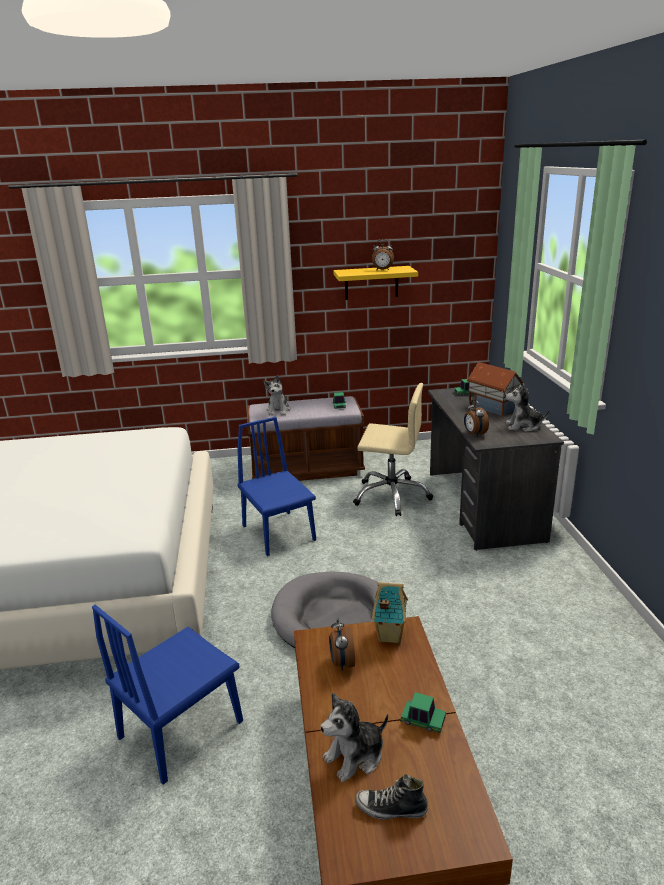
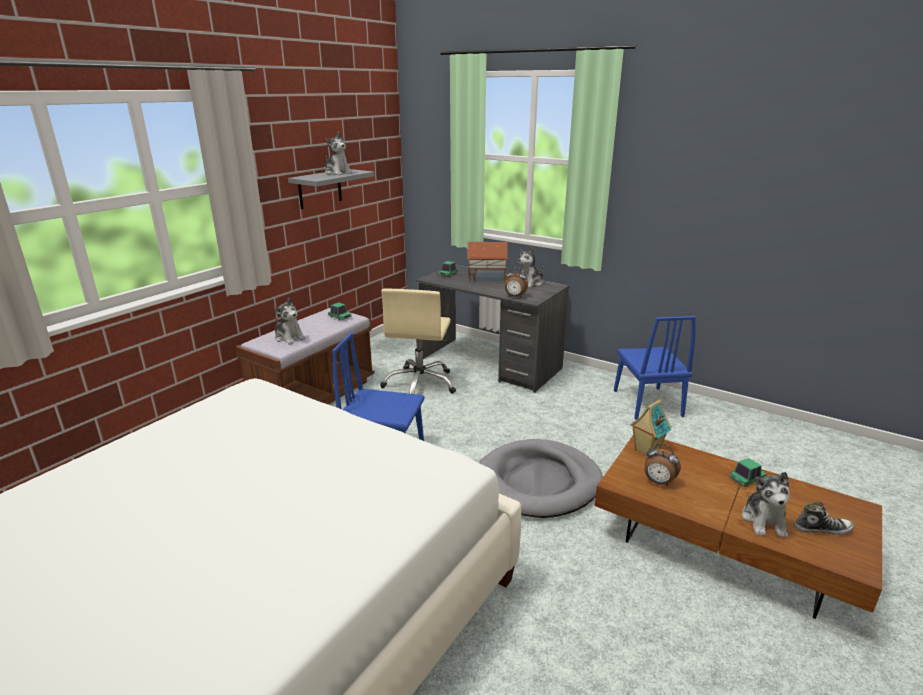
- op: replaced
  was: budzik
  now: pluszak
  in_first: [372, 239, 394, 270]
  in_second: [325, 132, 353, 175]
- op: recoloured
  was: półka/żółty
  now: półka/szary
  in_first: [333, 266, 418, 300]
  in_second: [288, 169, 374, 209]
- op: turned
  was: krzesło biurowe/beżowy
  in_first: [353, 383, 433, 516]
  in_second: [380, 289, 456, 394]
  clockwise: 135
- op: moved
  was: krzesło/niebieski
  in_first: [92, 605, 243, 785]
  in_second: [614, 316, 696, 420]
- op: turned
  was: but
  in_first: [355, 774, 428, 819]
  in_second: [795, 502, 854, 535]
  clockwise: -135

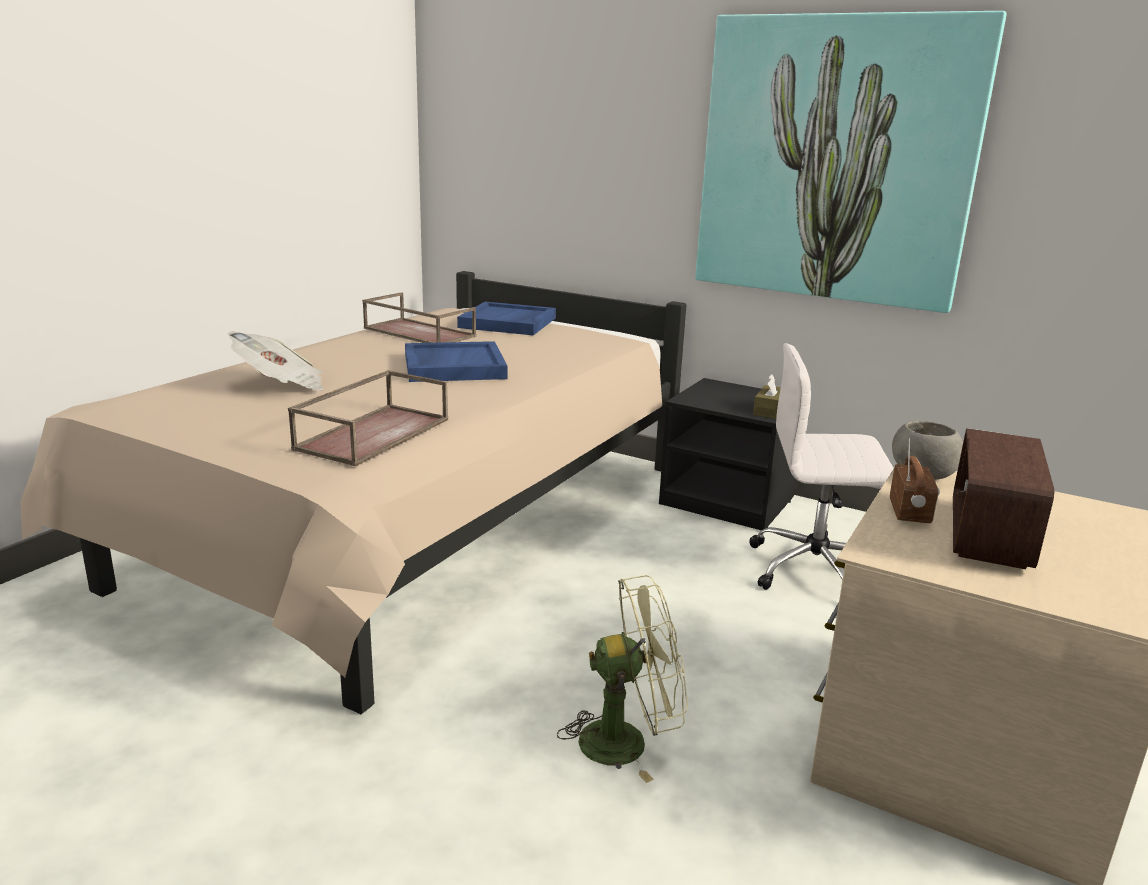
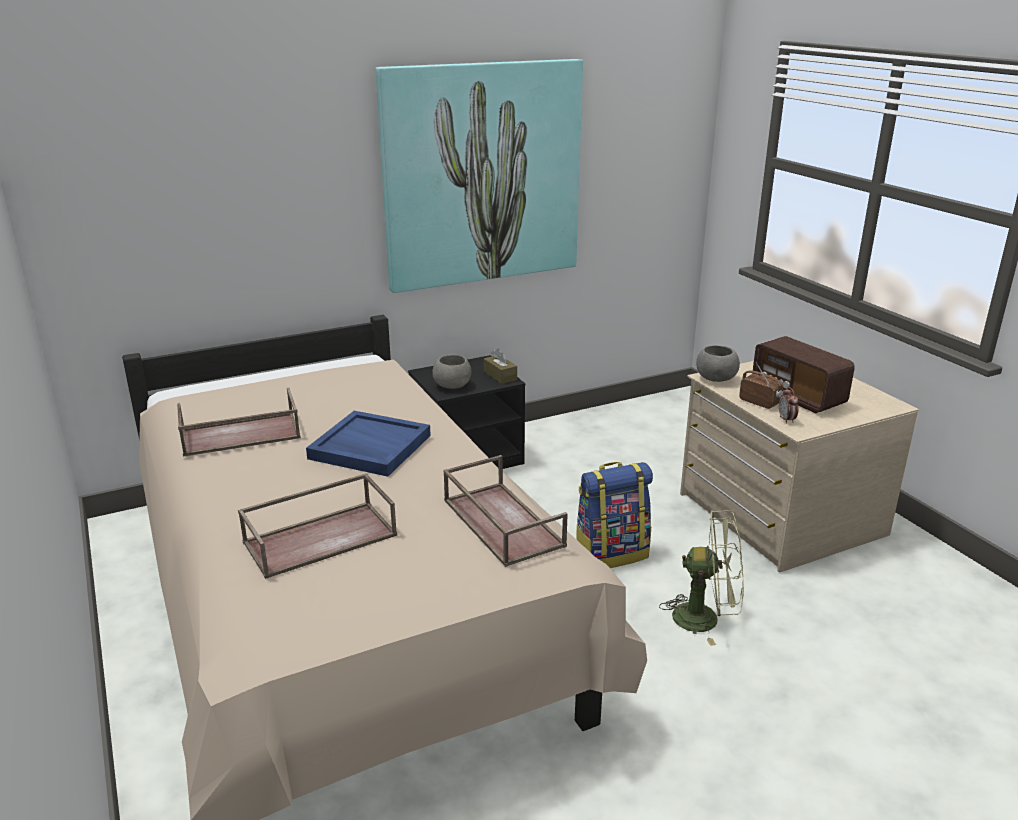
- op: removed
  was: taca/niebieski
  in_first: [457, 302, 556, 335]
- op: replaced
  was: gazeta
  now: taca/brązowy
  in_first: [228, 332, 323, 391]
  in_second: [238, 473, 397, 579]
- op: removed
  was: krzesło biurowe/biały
  in_first: [749, 343, 894, 590]
- op: turned
  was: wentylator/zielony
  in_first: [557, 575, 688, 783]
  in_second: [659, 510, 744, 646]
  clockwise: 75
- op: added
  now: miska/szary
  in_second: [432, 355, 471, 389]
- op: added
  now: budzik
  in_second: [779, 387, 799, 424]
- op: added
  now: plecak
  in_second: [576, 462, 653, 568]

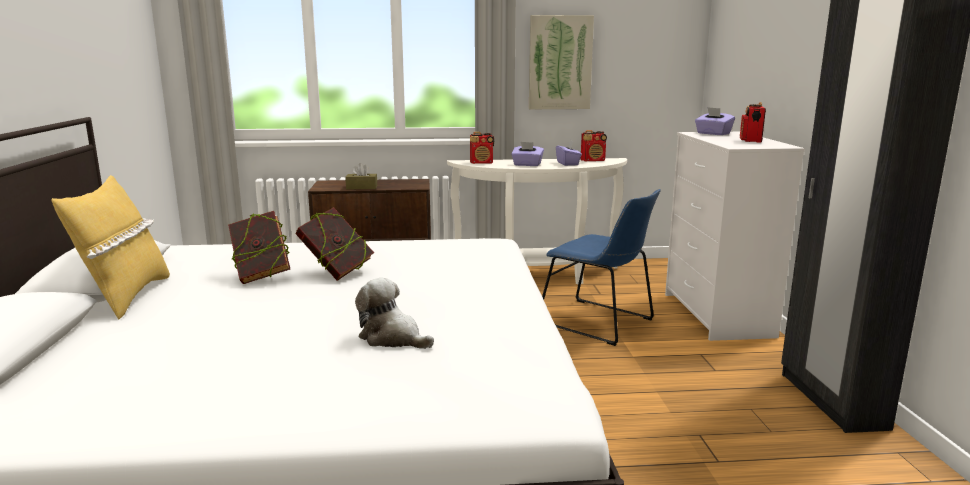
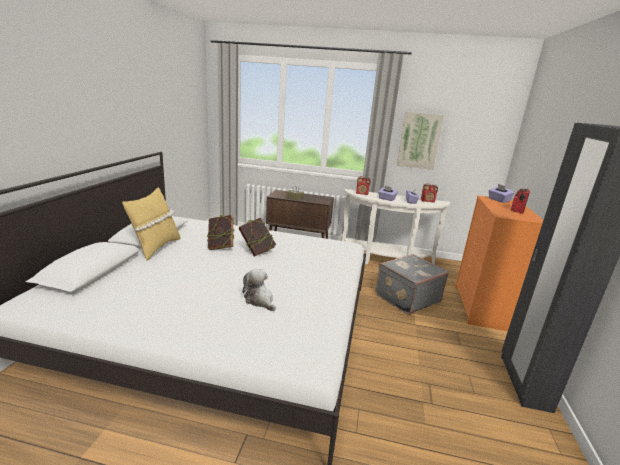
- op: recoloured
  was: komoda/biały
  now: komoda/pomarańczowy
  in_first: [665, 132, 805, 341]
  in_second: [455, 195, 543, 331]
- op: replaced
  was: krzesło/niebieski
  now: walizka/szary
  in_first: [542, 189, 661, 346]
  in_second: [376, 254, 449, 315]

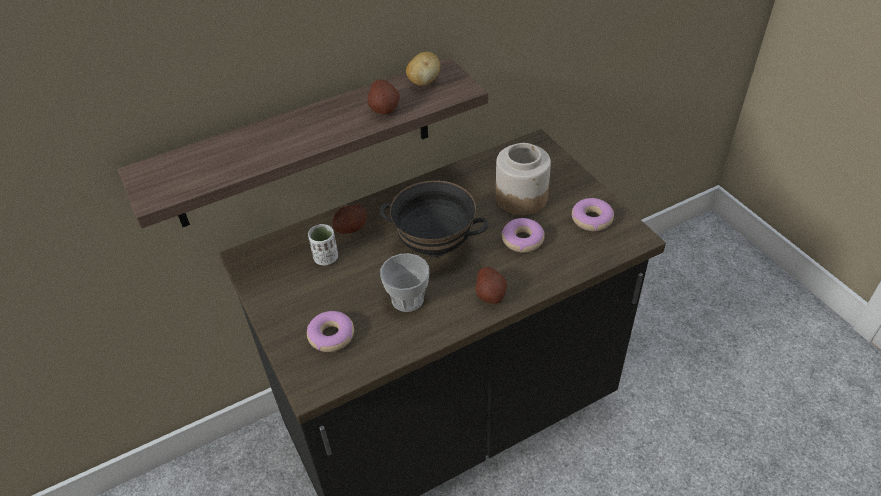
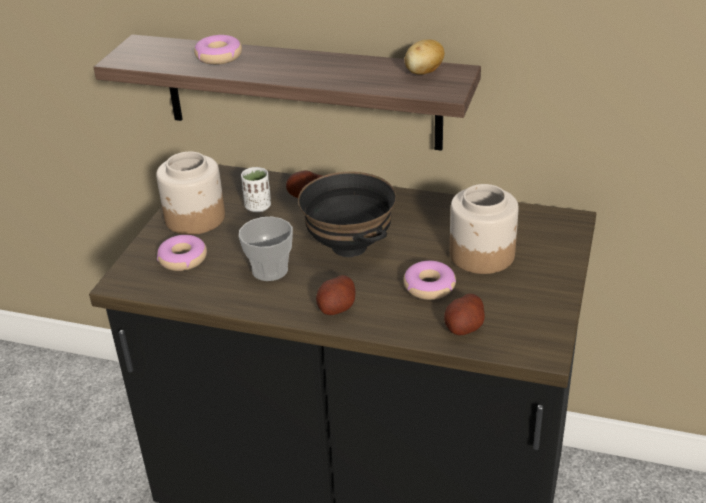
- op: moved
  was: ziemniak
  in_first: [367, 79, 400, 114]
  in_second: [444, 294, 485, 335]
- op: moved
  was: donut
  in_first: [572, 198, 614, 231]
  in_second: [194, 35, 242, 65]
- op: added
  now: słoik
  in_second: [156, 152, 225, 235]

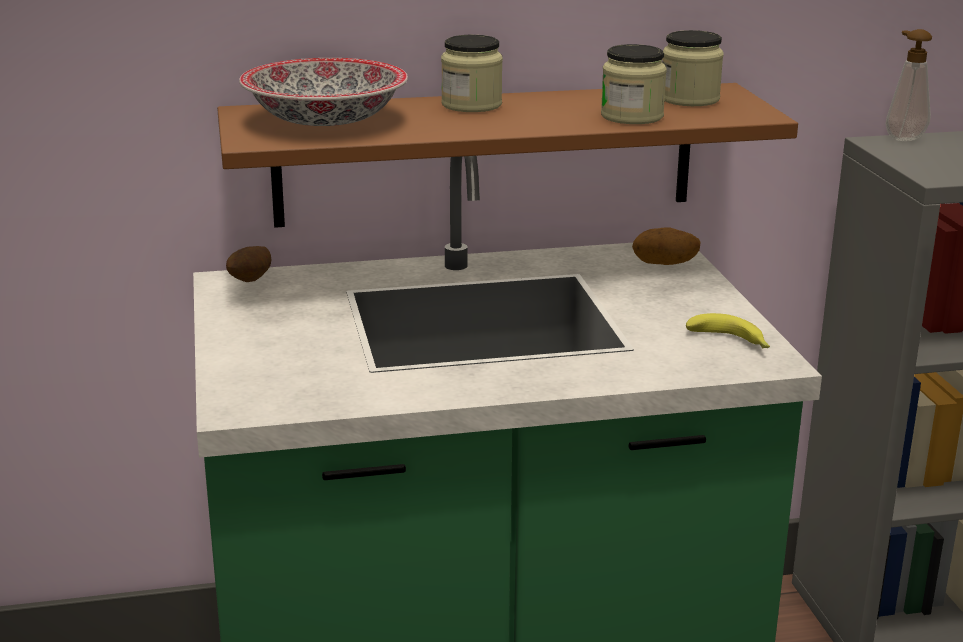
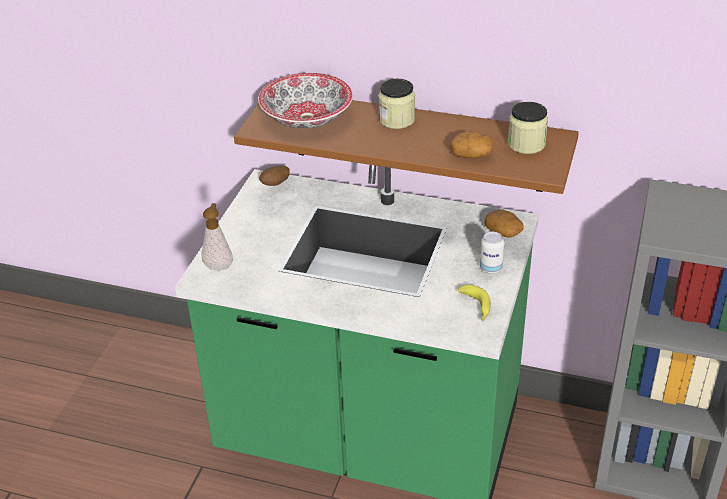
- op: moved
  was: dozownik mydła
  in_first: [886, 29, 932, 141]
  in_second: [201, 203, 233, 270]
- op: replaced
  was: słoik
  now: ziemniak
  in_first: [601, 44, 667, 124]
  in_second: [450, 131, 495, 158]
- op: added
  now: puszka
  in_second: [480, 232, 505, 274]

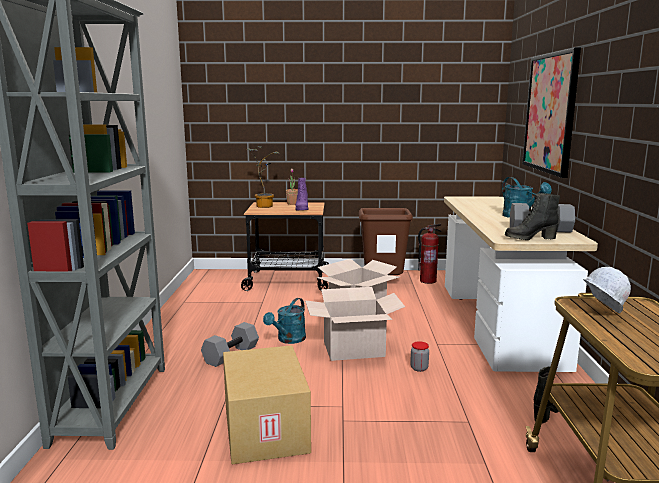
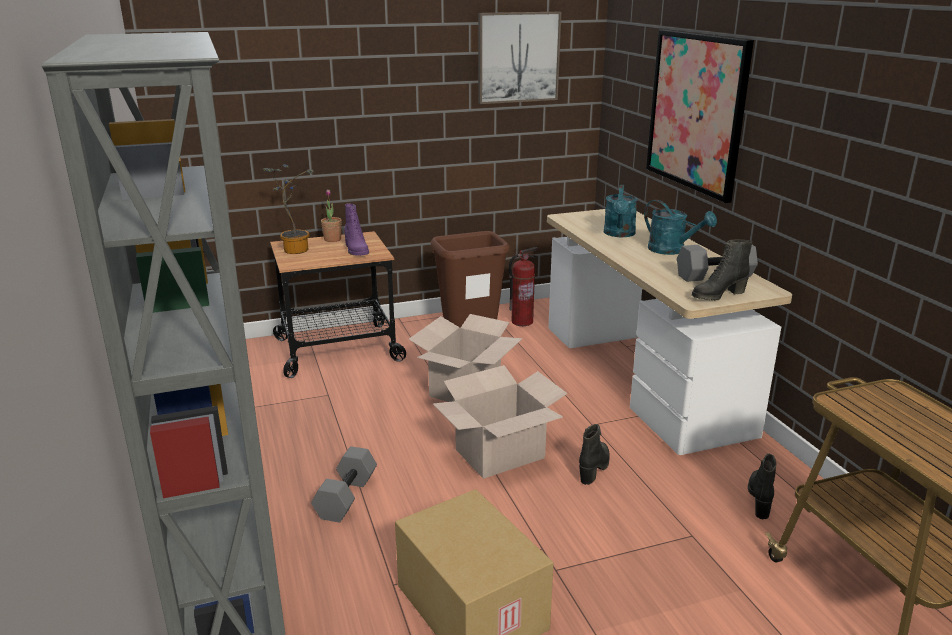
- op: removed
  was: kask/biały
  in_first: [583, 267, 631, 314]
- op: moved
  was: konewka/turkusowy
  in_first: [263, 298, 306, 344]
  in_second: [604, 185, 638, 237]
- op: replaced
  was: słoik
  now: but z cholewką/czarny
  in_first: [410, 341, 429, 372]
  in_second: [579, 424, 610, 485]
- op: added
  now: obraz
  in_second: [478, 12, 561, 104]

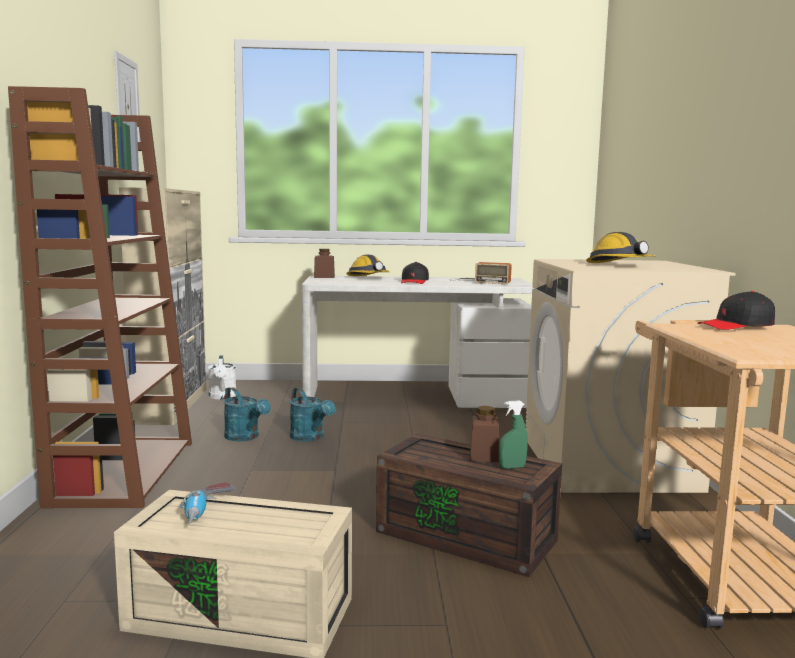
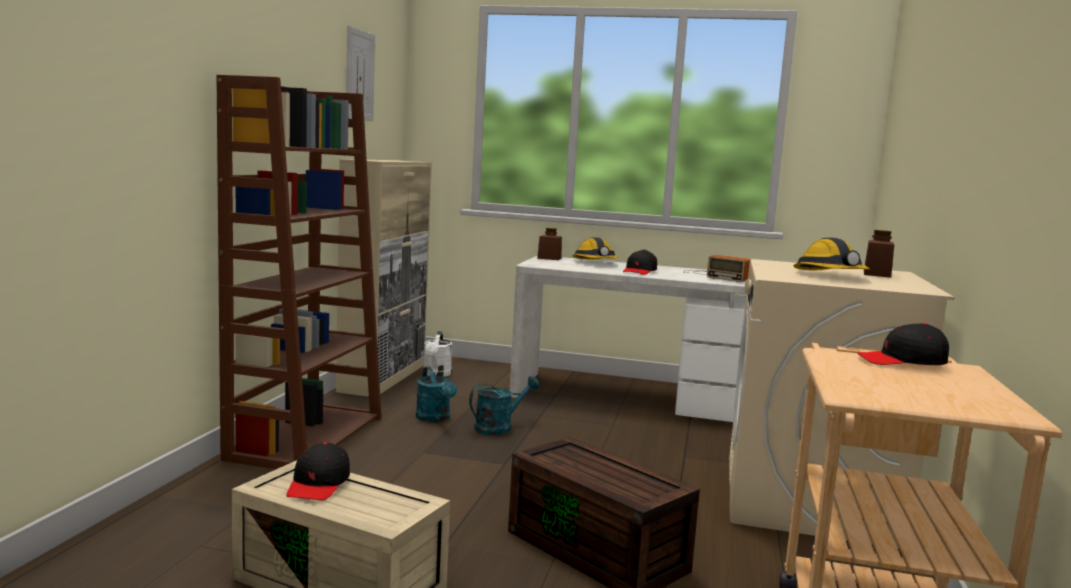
- op: turned
  was: konewka/turkusowy
  in_first: [290, 388, 336, 442]
  in_second: [469, 376, 540, 435]
  clockwise: -105
- op: removed
  was: spryskiwacz/zielony
  in_first: [499, 400, 528, 469]
- op: moved
  was: słoik/brązowy
  in_first: [470, 406, 499, 462]
  in_second: [864, 230, 894, 278]
- op: replaced
  was: wiertarka
  now: czapka z daszkiem/czarny
  in_first: [180, 482, 236, 523]
  in_second: [286, 442, 350, 501]

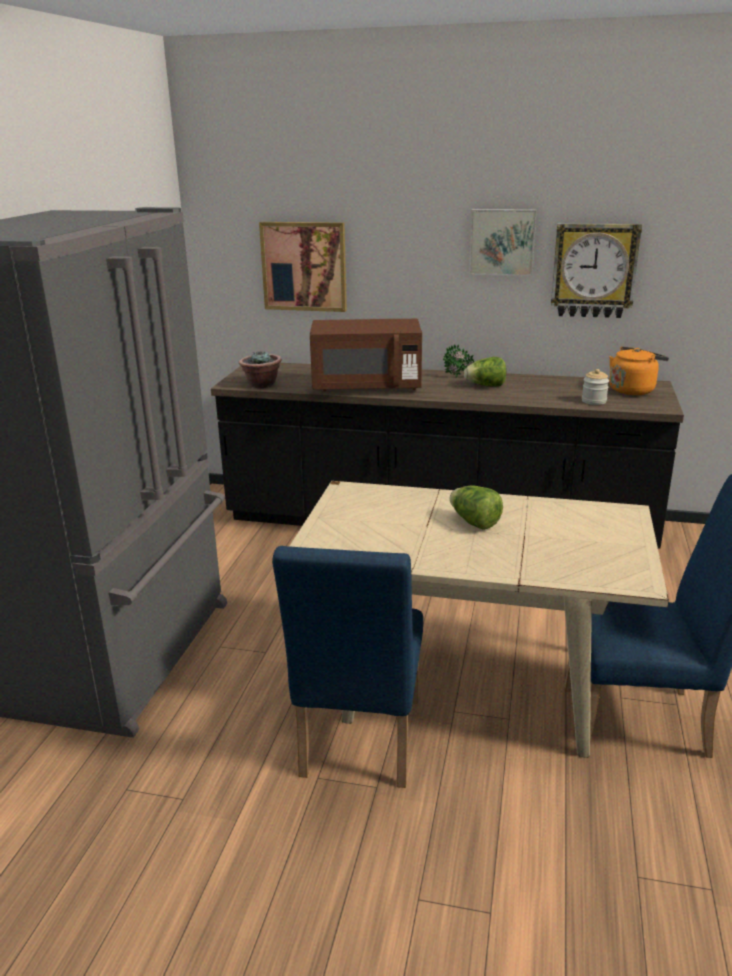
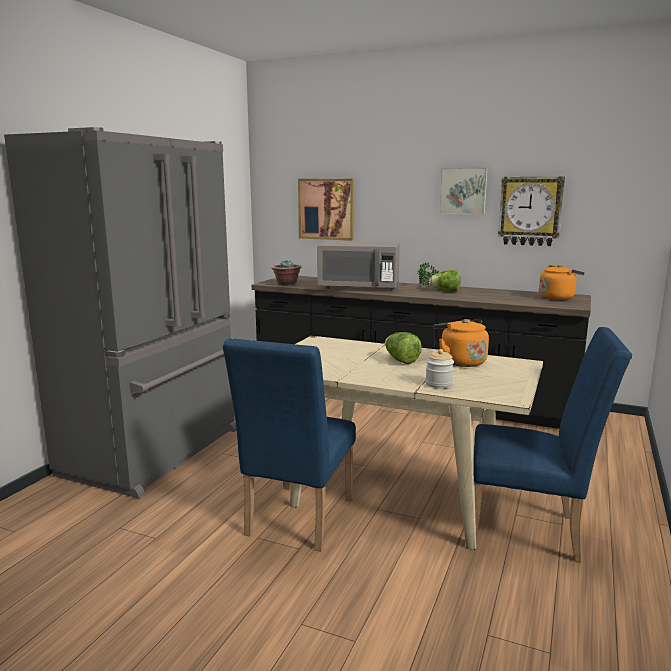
- op: recoloured
  was: mikrofalówka/brązowy
  now: mikrofalówka/szary
  in_first: [310, 319, 422, 391]
  in_second: [317, 241, 400, 291]
- op: moved
  was: słoik
  in_first: [582, 369, 609, 405]
  in_second: [426, 349, 454, 389]
- op: added
  now: czajnik/pomarańczowy
  in_second: [433, 319, 489, 367]

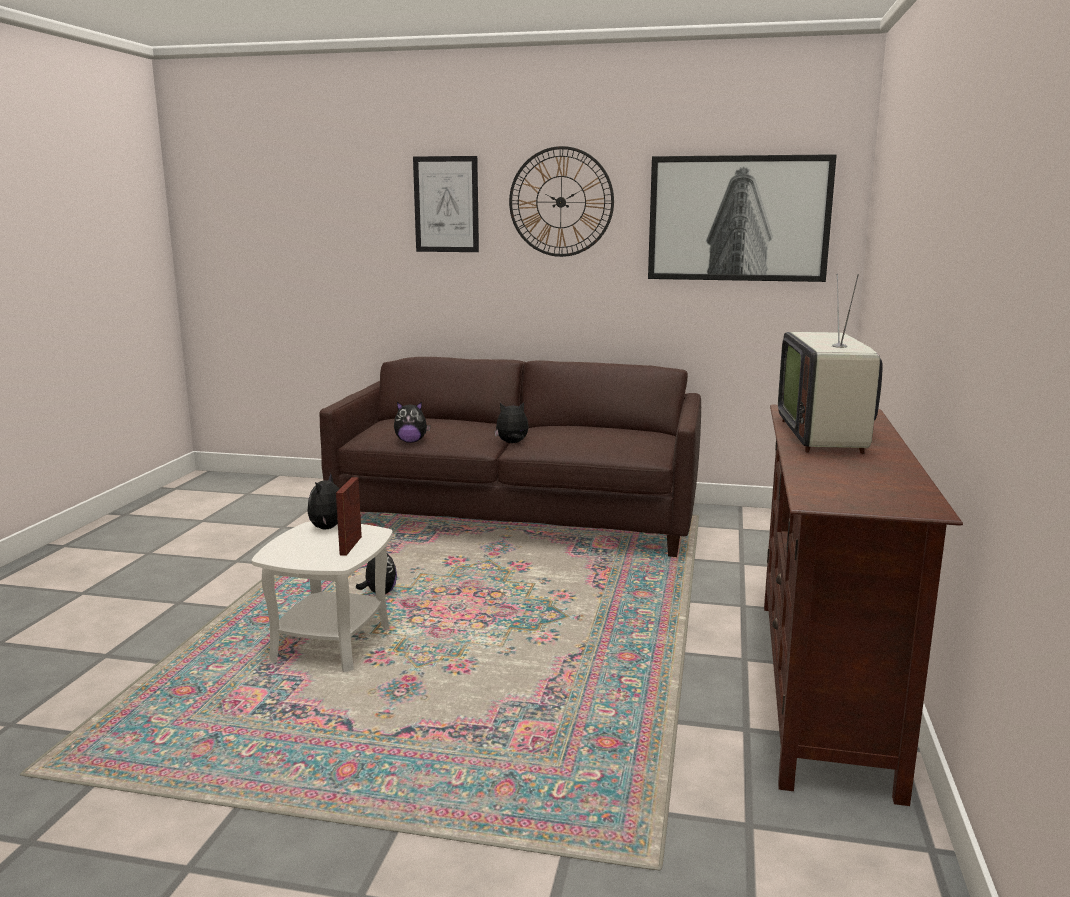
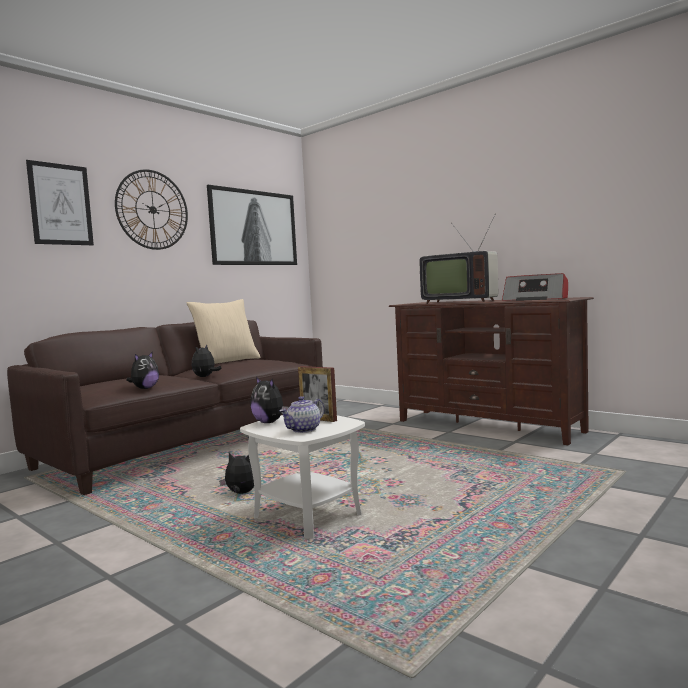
- op: added
  now: radio
  in_second: [502, 273, 568, 301]
- op: added
  now: poduszka/beżowy
  in_second: [186, 299, 261, 364]
- op: added
  now: imbryk
  in_second: [280, 396, 325, 433]

